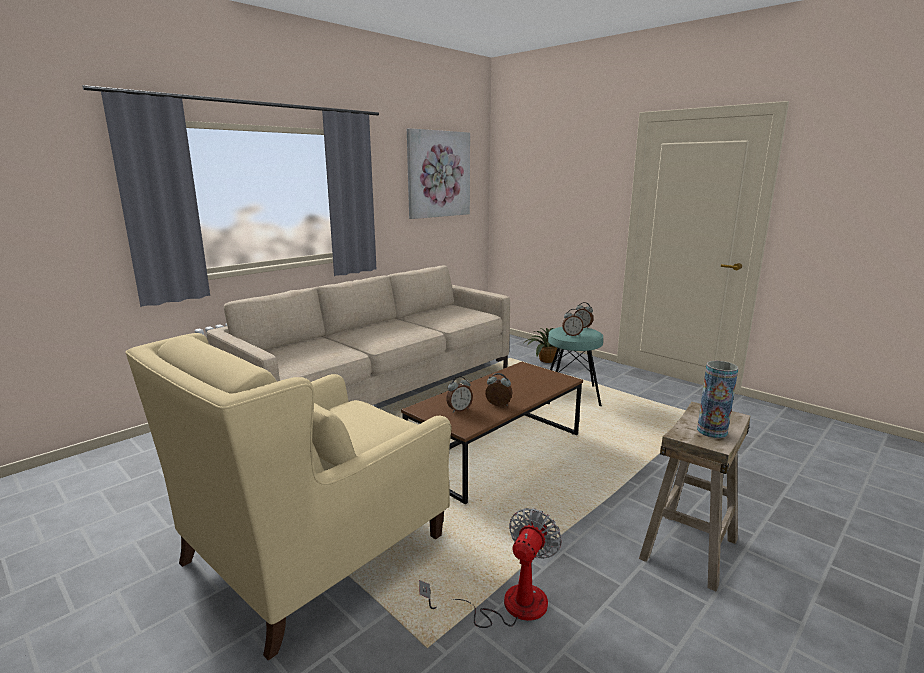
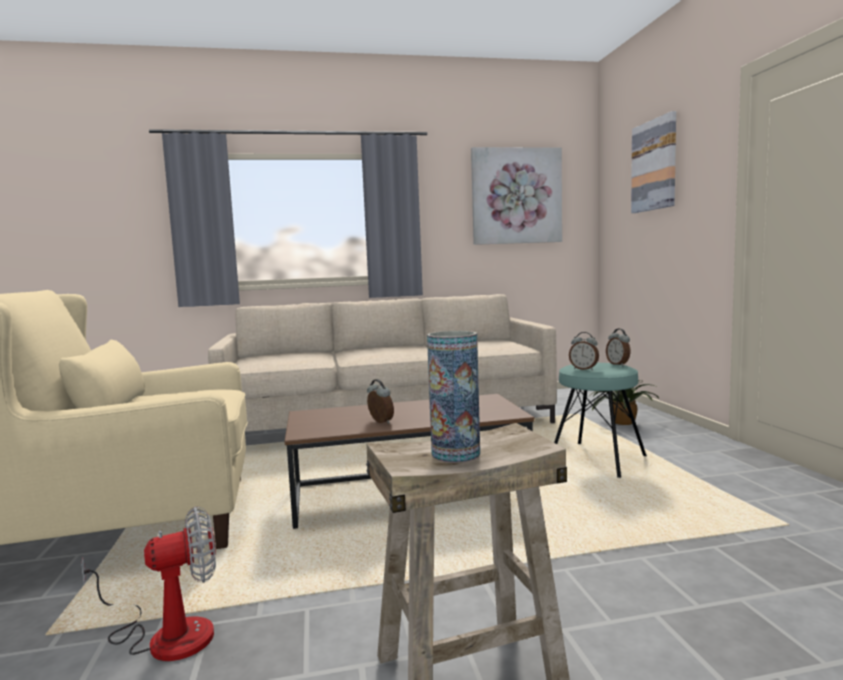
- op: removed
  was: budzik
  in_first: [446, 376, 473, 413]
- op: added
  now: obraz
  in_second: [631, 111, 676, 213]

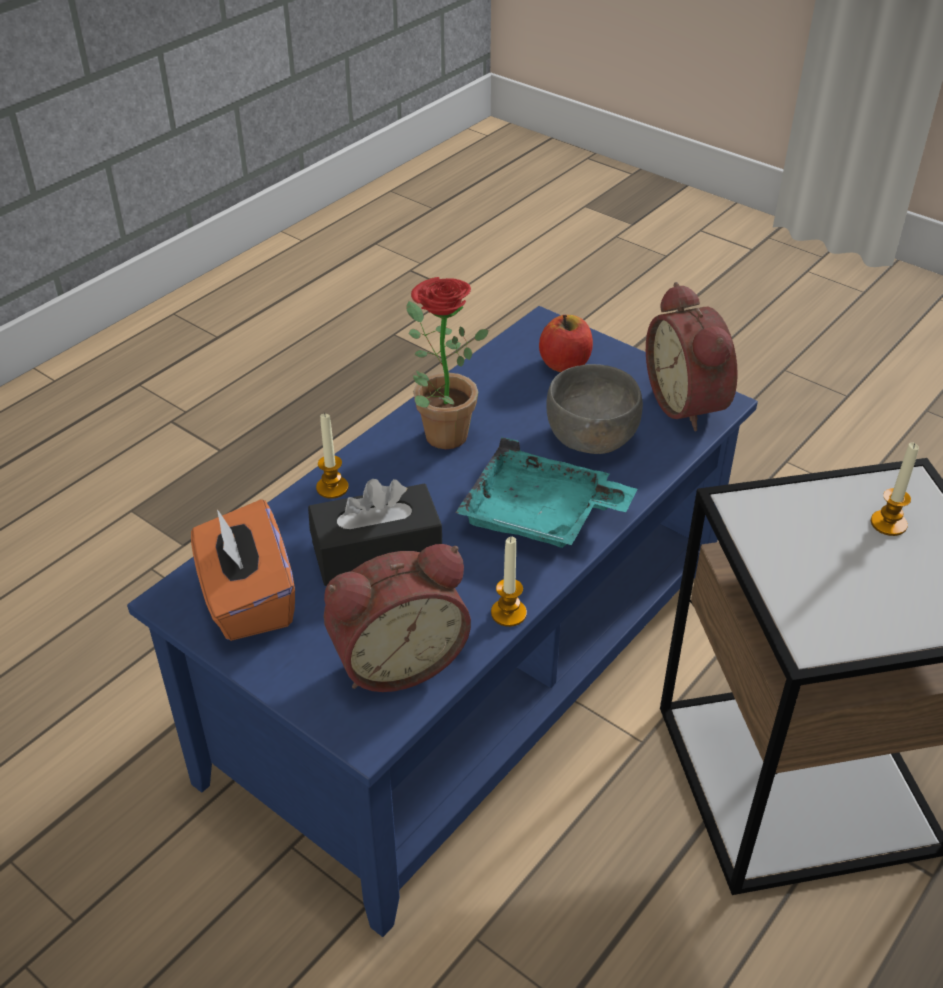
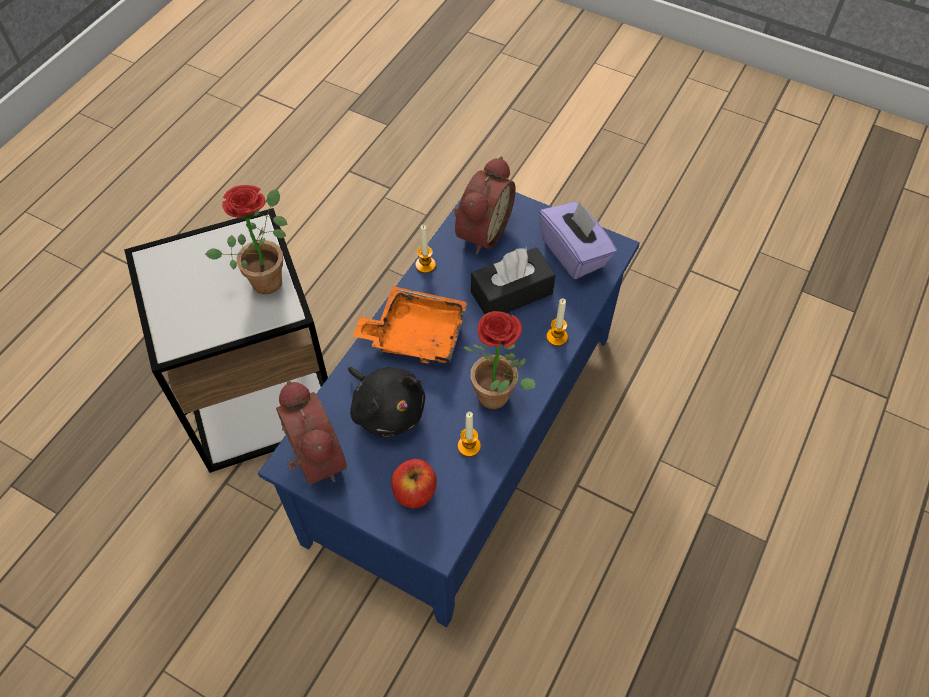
- op: replaced
  was: miska/szary
  now: pluszak/czarny
  in_first: [546, 364, 643, 454]
  in_second: [348, 366, 425, 438]
- op: recoloured
  was: taca/turkusowy
  now: taca/pomarańczowy
  in_first: [455, 437, 637, 548]
  in_second: [353, 286, 468, 364]
- op: moved
  was: świeca
  in_first: [871, 442, 919, 536]
  in_second: [458, 412, 481, 457]
- op: recoloured
  was: pudełko chusteczek/pomarańczowy
  now: pudełko chusteczek/fioletowy
  in_first: [191, 499, 295, 641]
  in_second: [539, 201, 617, 279]
- op: turned
  was: budzik
  in_first: [324, 544, 471, 692]
  in_second: [454, 156, 516, 254]
  clockwise: 150
- op: added
  now: roślina doniczkowa
  in_second: [205, 185, 288, 294]

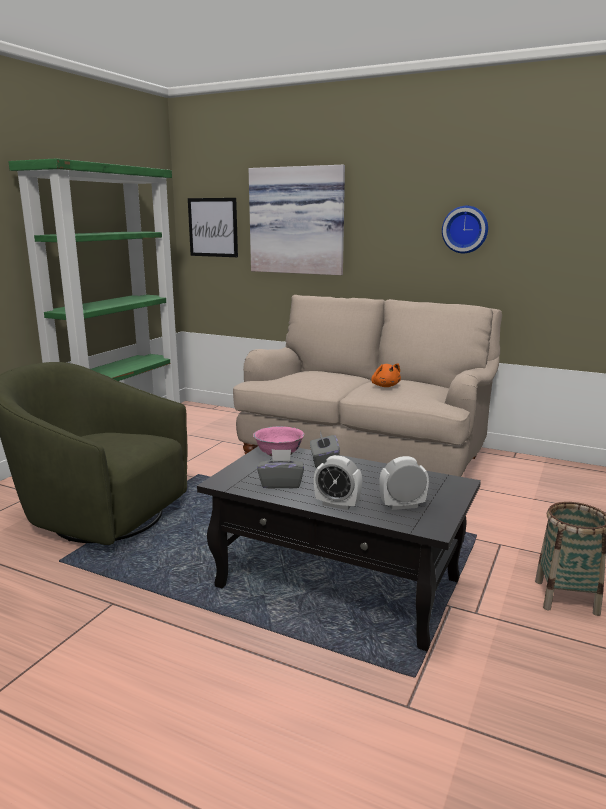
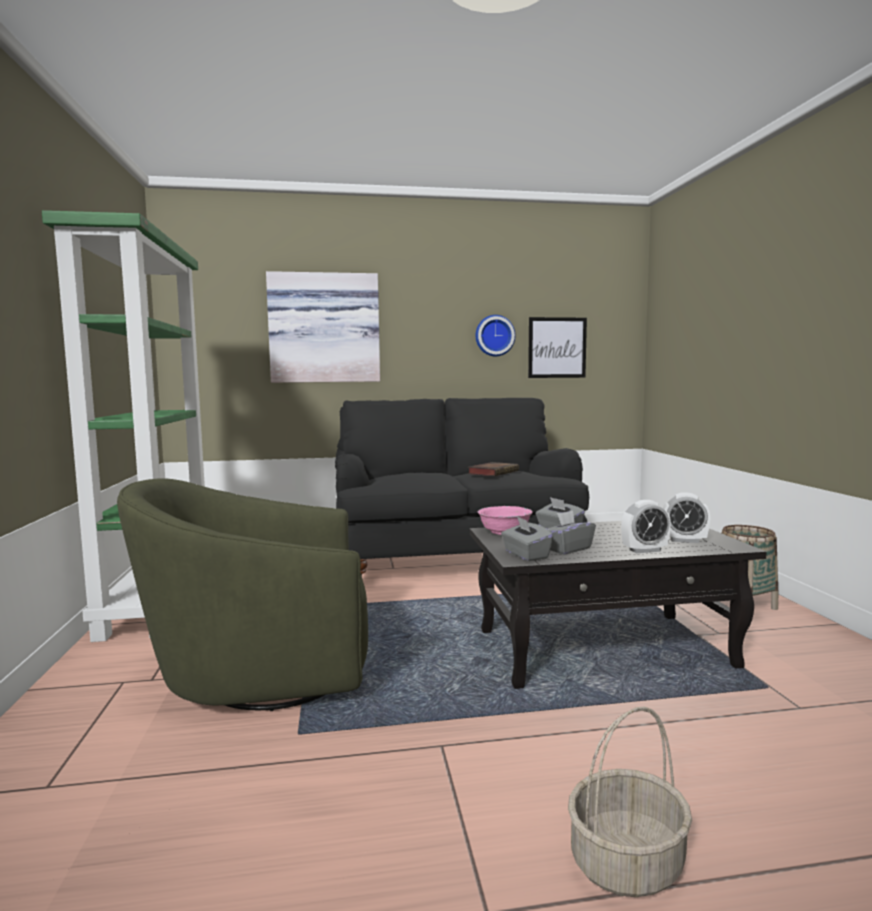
- op: moved
  was: obraz
  in_first: [188, 198, 238, 257]
  in_second: [528, 317, 587, 378]
- op: recoloured
  was: kanapa/beżowy
  now: kanapa/czarny
  in_first: [233, 295, 502, 477]
  in_second: [335, 398, 589, 576]
- op: replaced
  was: pluszak/pomarańczowy
  now: książka
  in_first: [371, 363, 401, 387]
  in_second: [468, 462, 519, 476]
- op: turned
  was: budzik
  in_first: [379, 456, 429, 510]
  in_second: [663, 493, 710, 543]
  clockwise: -120
- op: added
  now: pudełko chusteczek/szary
  in_second: [501, 516, 553, 561]
- op: added
  now: koszyk
  in_second: [568, 707, 692, 897]

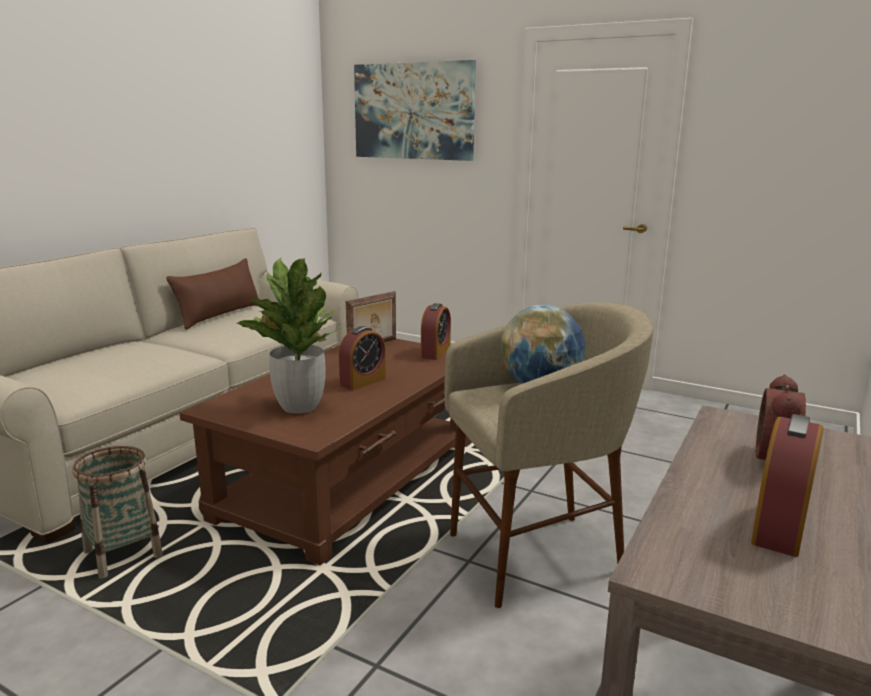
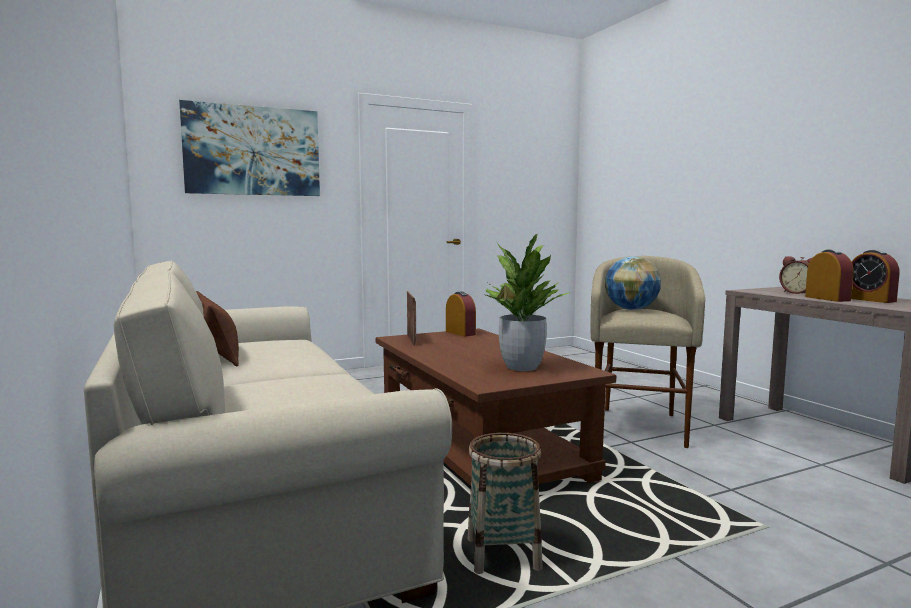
- op: moved
  was: budzik
  in_first: [339, 326, 386, 390]
  in_second: [805, 249, 854, 302]

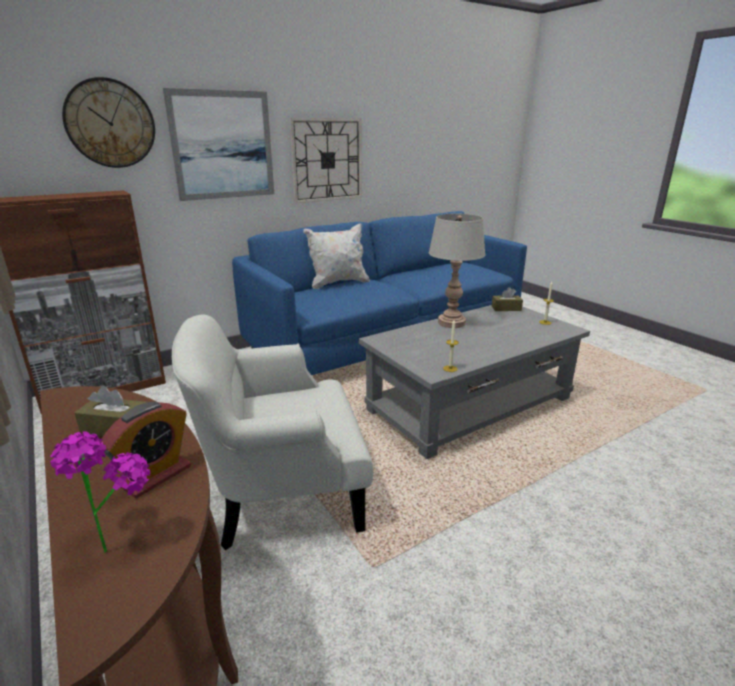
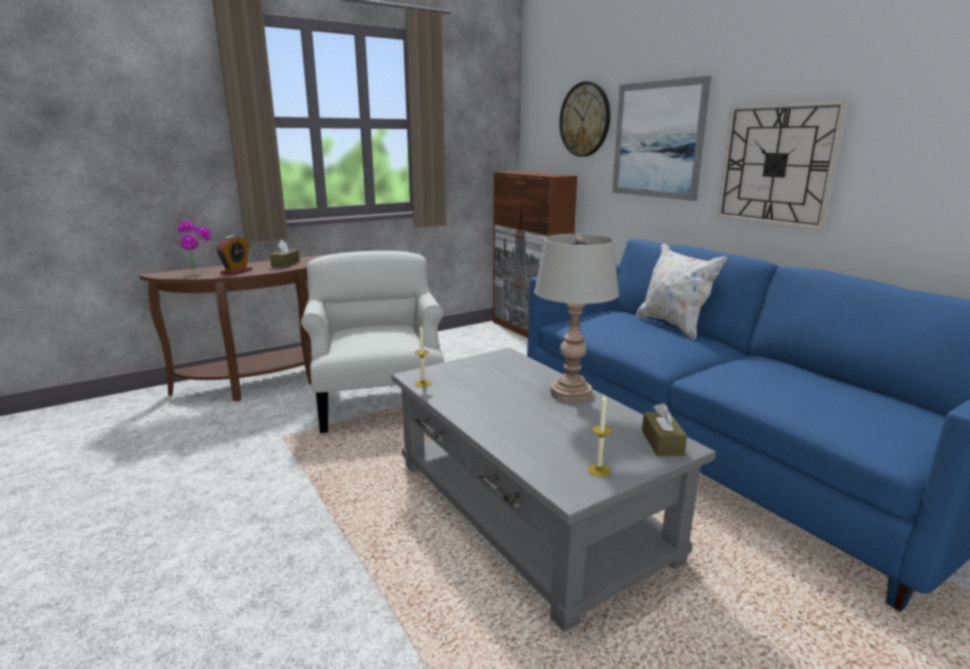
- op: turned
  was: budzik
  in_first: [101, 402, 191, 498]
  in_second: [216, 236, 252, 275]
  clockwise: -105

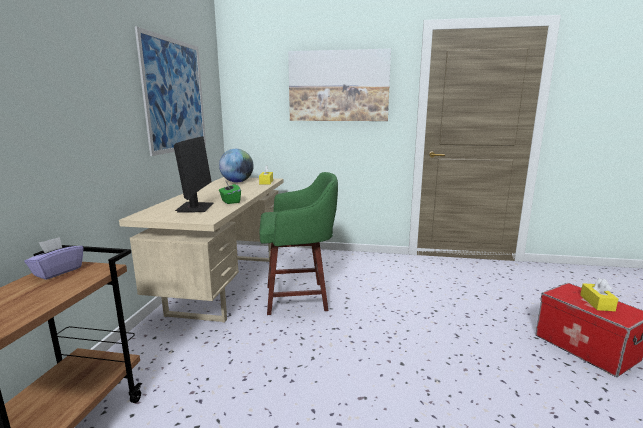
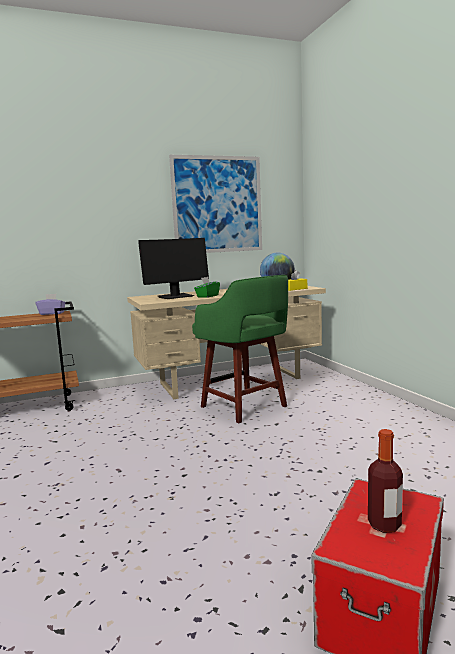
- op: removed
  was: obraz
  in_first: [288, 49, 391, 121]
- op: replaced
  was: pudełko chusteczek/żółty
  now: butelka
  in_first: [580, 278, 618, 311]
  in_second: [368, 429, 403, 533]

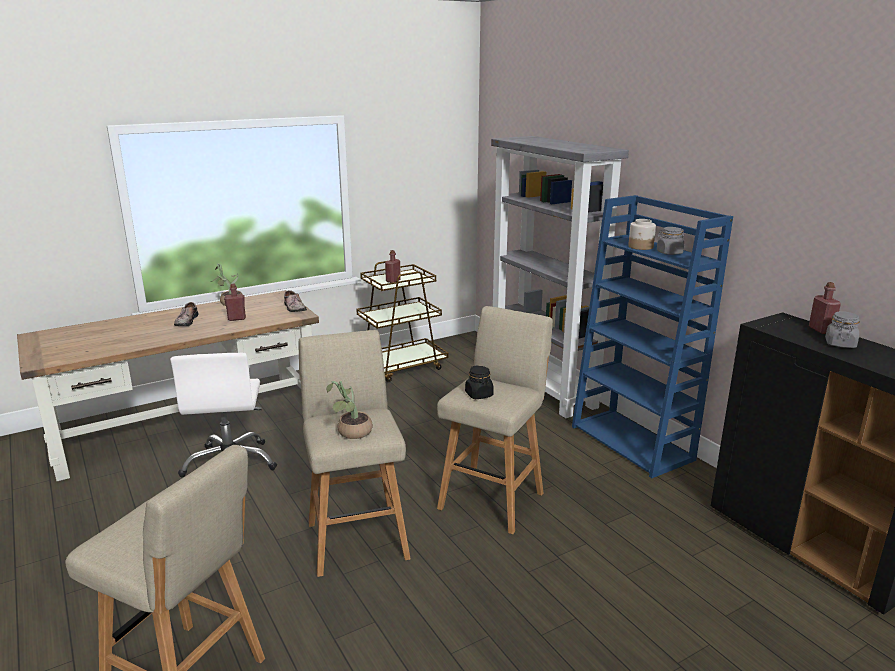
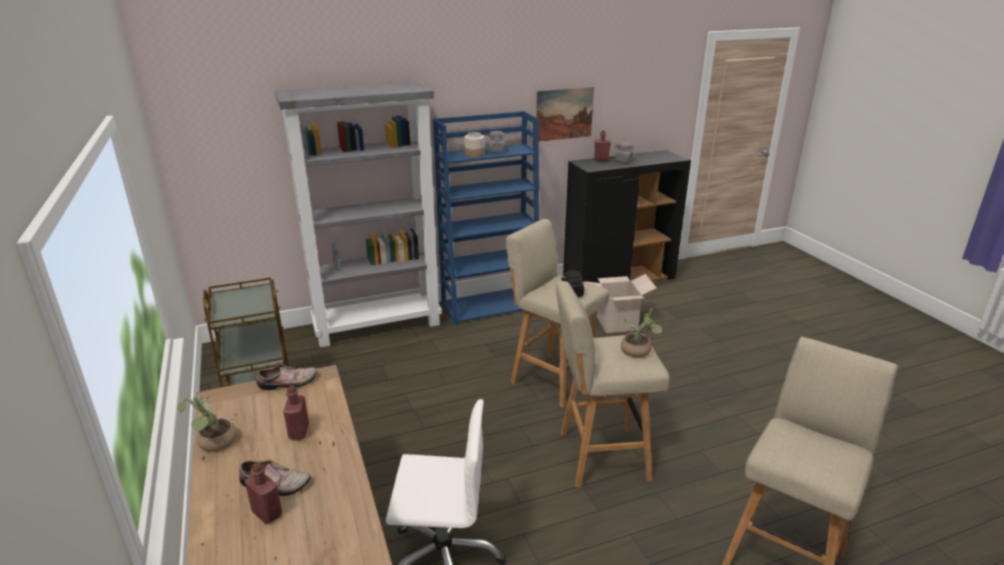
- op: moved
  was: butelka/czerwony
  in_first: [385, 250, 401, 283]
  in_second: [245, 462, 282, 524]
- op: added
  now: obraz
  in_second: [536, 87, 594, 141]
- op: added
  now: karton
  in_second: [585, 274, 657, 333]

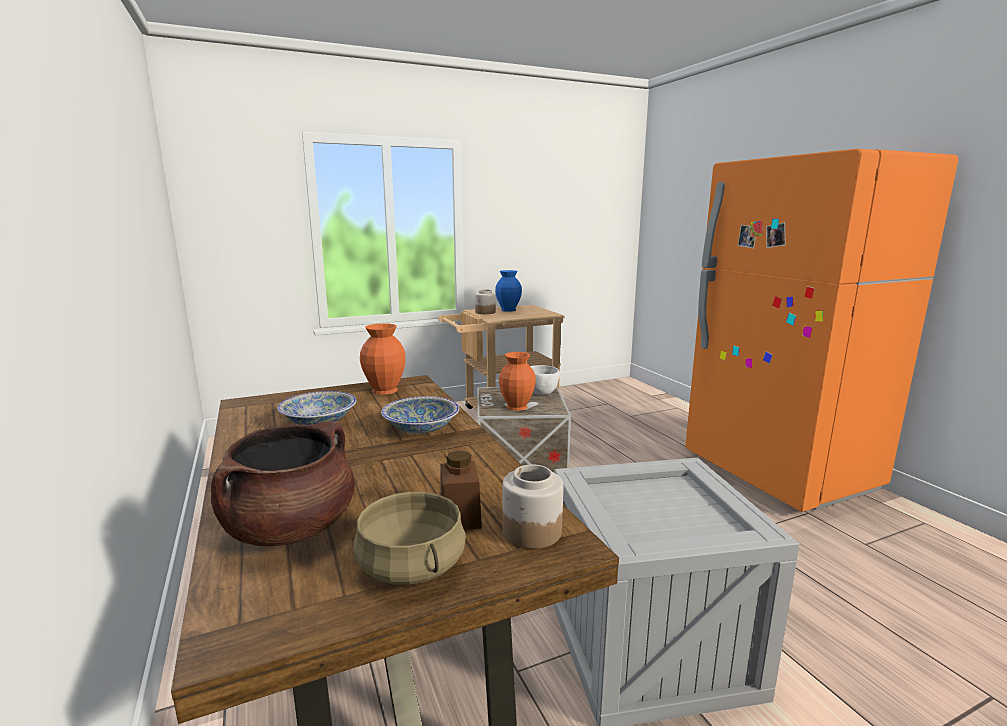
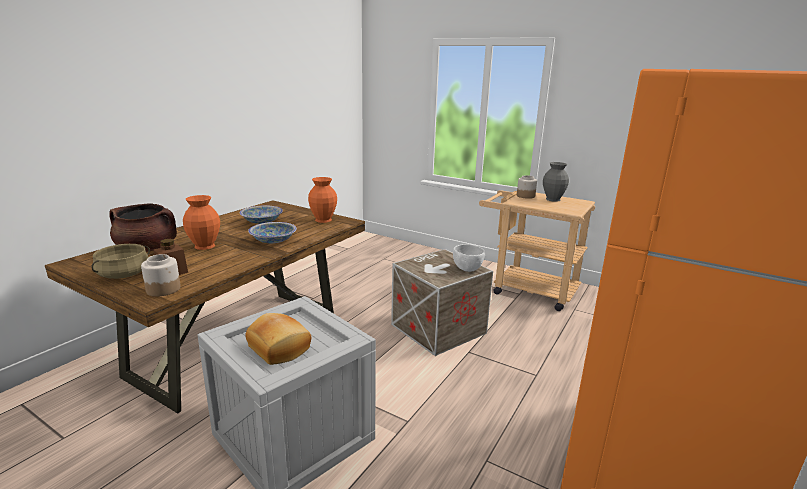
- op: recoloured
  was: wazon/niebieski
  now: wazon/szary
  in_first: [495, 270, 522, 312]
  in_second: [543, 162, 569, 202]
- op: moved
  was: wazon/pomarańczowy
  in_first: [499, 352, 536, 411]
  in_second: [183, 195, 220, 250]
- op: added
  now: chleb
  in_second: [245, 313, 311, 365]

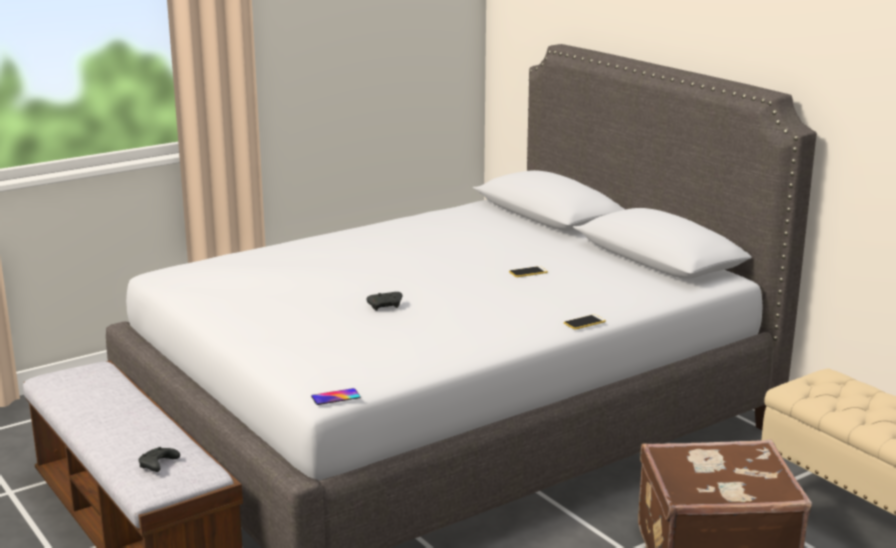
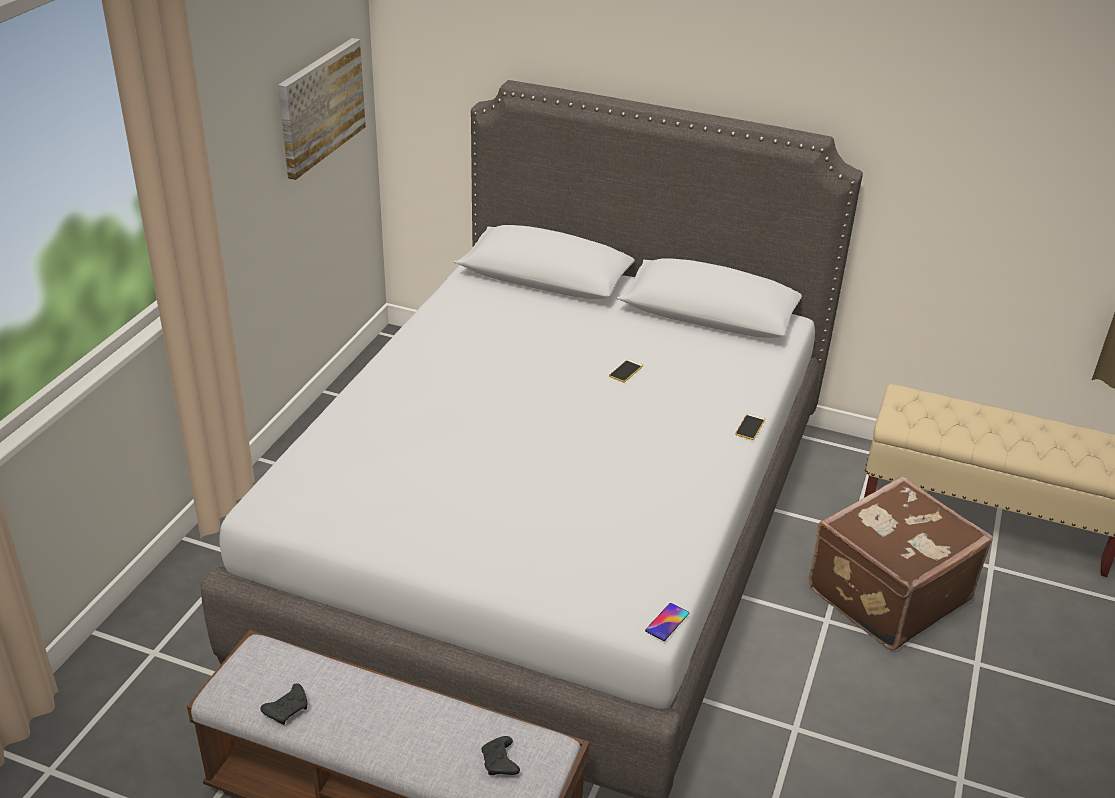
- op: moved
  was: pad do gier/czarny
  in_first: [366, 292, 402, 311]
  in_second: [261, 683, 308, 725]
- op: added
  now: obraz
  in_second: [278, 38, 366, 180]

